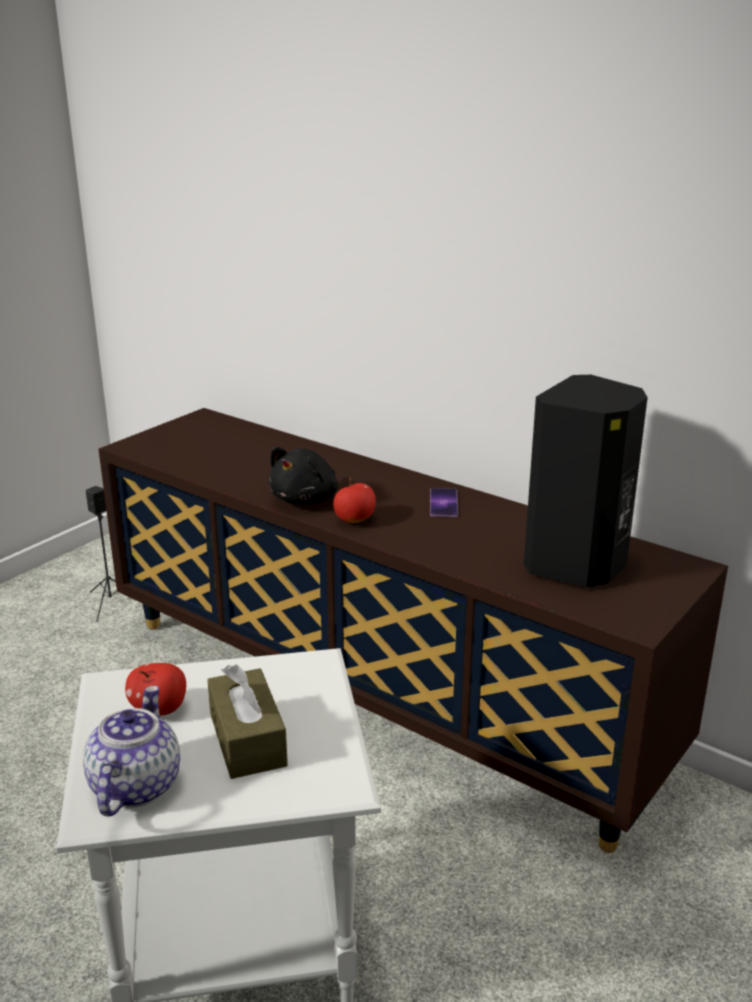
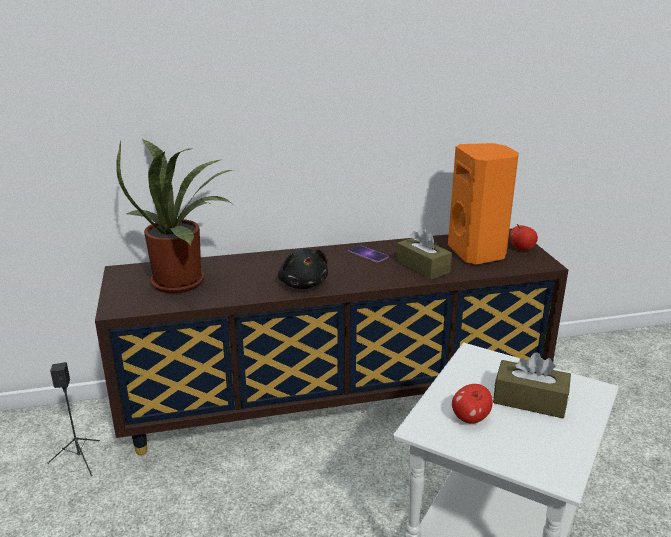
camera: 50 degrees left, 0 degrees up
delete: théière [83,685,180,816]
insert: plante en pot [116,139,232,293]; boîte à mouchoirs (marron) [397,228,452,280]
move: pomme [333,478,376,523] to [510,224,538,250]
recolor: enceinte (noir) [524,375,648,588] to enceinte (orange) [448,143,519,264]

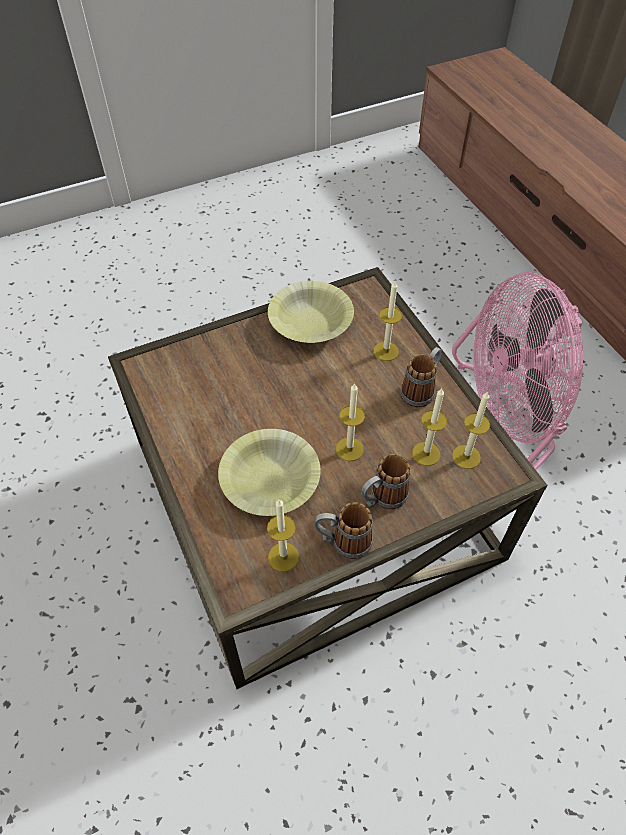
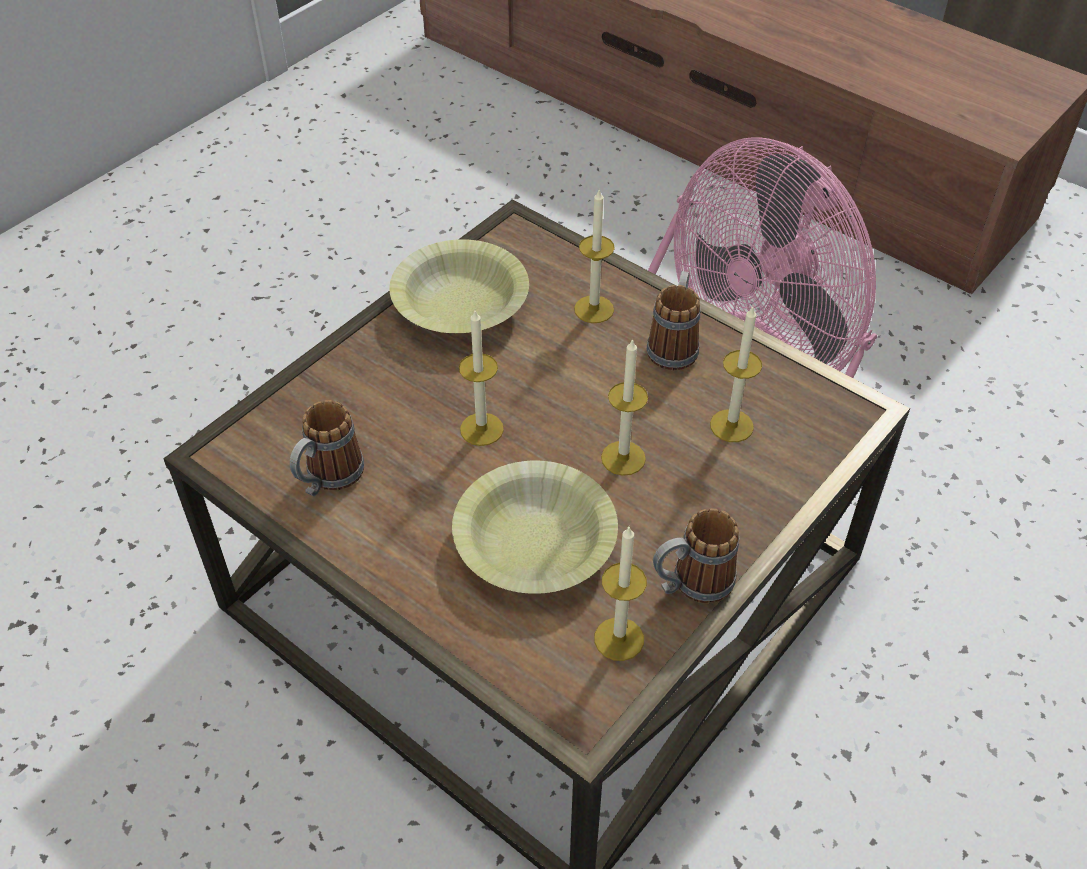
camera: 25 degrees left, 5 degrees down
move: mug [361,454,410,509] to [289,400,364,496]; bougie [452,391,490,469] to [459,310,504,446]

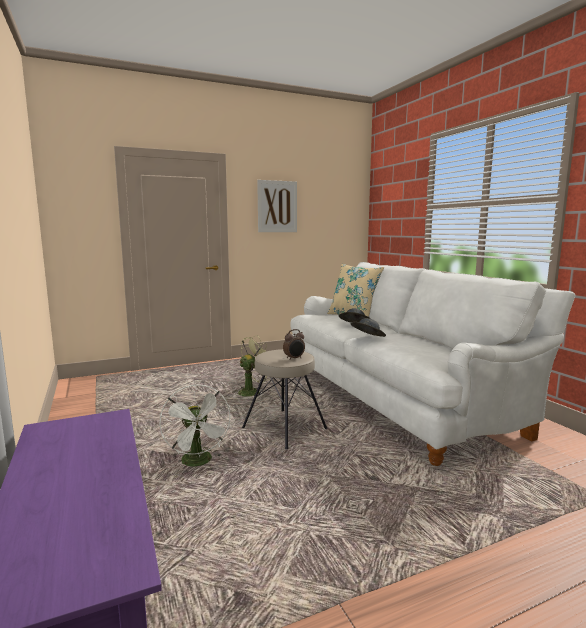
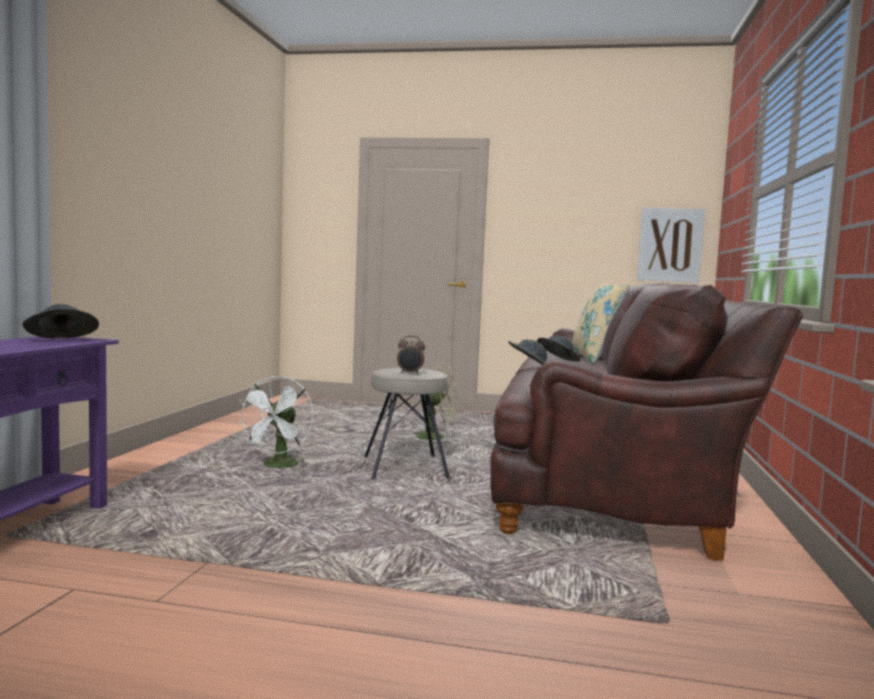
camera: 35 degrees right, 5 degrees down
insert: chapeau (gris) [22,304,99,339]
move: tableau [257,180,297,232] to [637,208,705,283]
recolor: canapé (blanc) [290,262,576,466] to canapé (marron) [490,283,803,561]

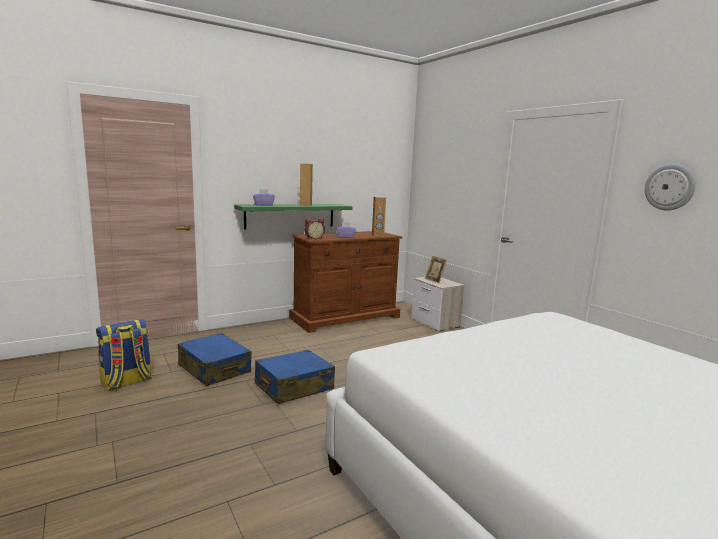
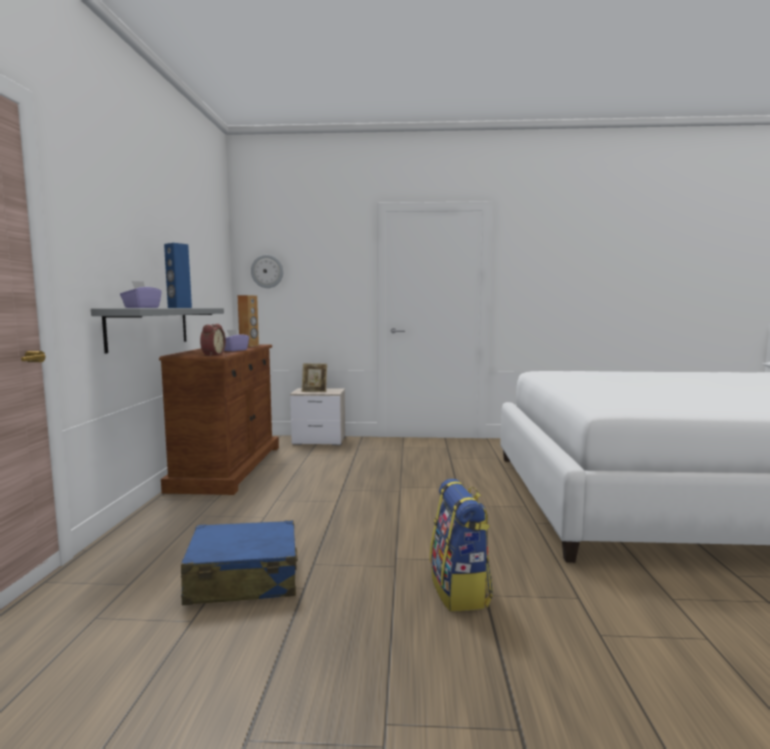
camera: 55 degrees left, 5 degrees down
delete: valise (bleu) [255,350,335,404]
move: sac à dos [96,319,152,391] to [430,479,493,612]; horloge murale [644,164,696,211] to [251,255,283,288]
recolor: étagère (vert) [234,204,353,230] to étagère (gris) [91,308,224,354]; enceinte (marron) [300,164,313,206] to enceinte (bleu) [164,243,192,308]

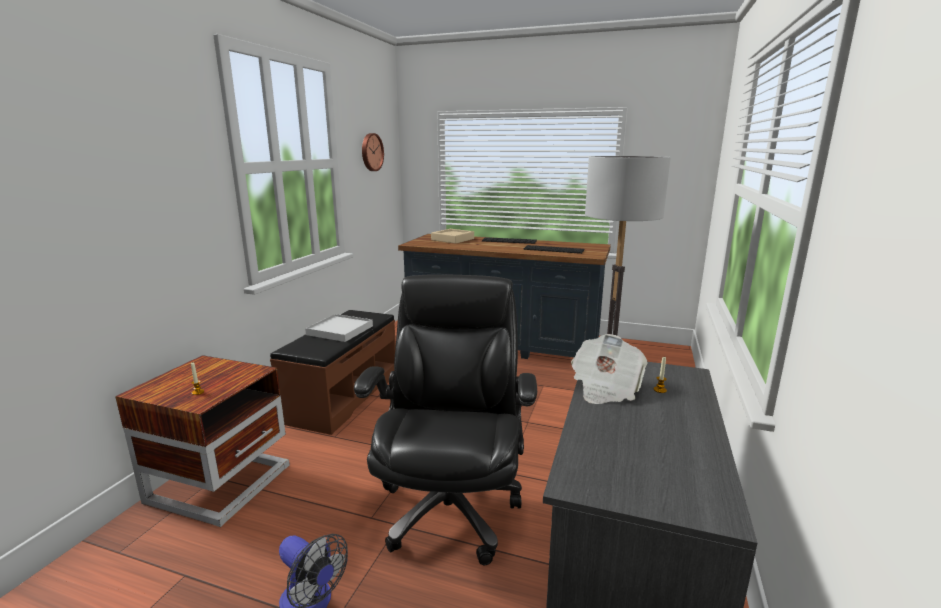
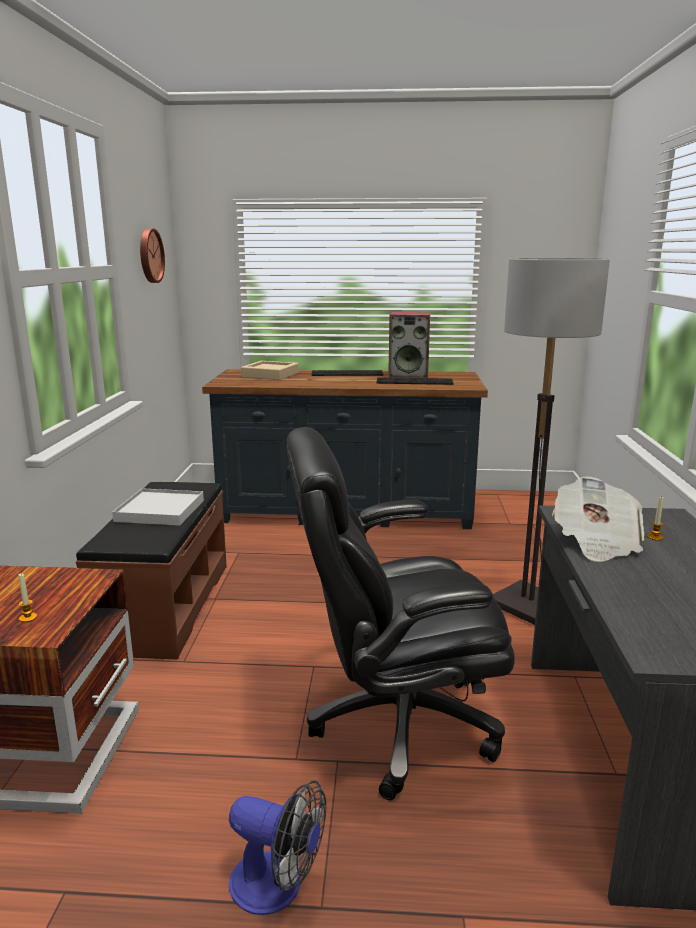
camera: 15 degrees left, 0 degrees up
insert: enceinte [388,312,430,378]
rotate: chaise de bureau (noir) [354,274,537,565] = [286,427,515,800] 90 degrees counterclockwise

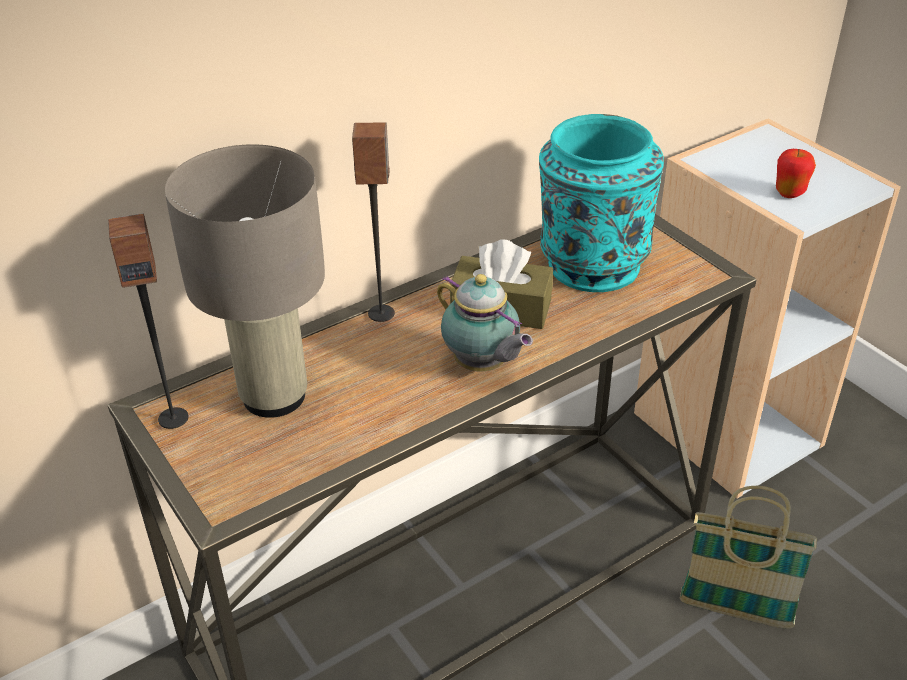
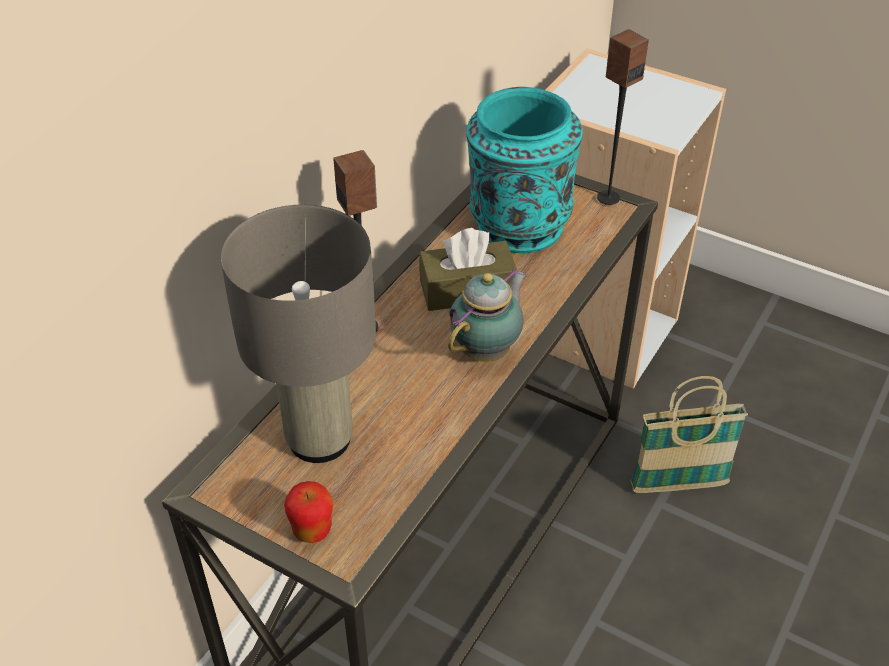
camera: 25 degrees left, 5 degrees up
move: enceinte [108,213,189,429] to [597,29,649,205]; pomme [776,149,816,198] to [284,481,333,543]
rotate: théière [437,274,533,372] = [448,269,527,362] 75 degrees counterclockwise

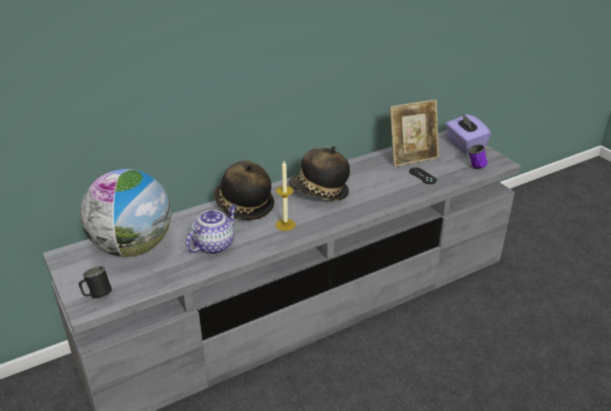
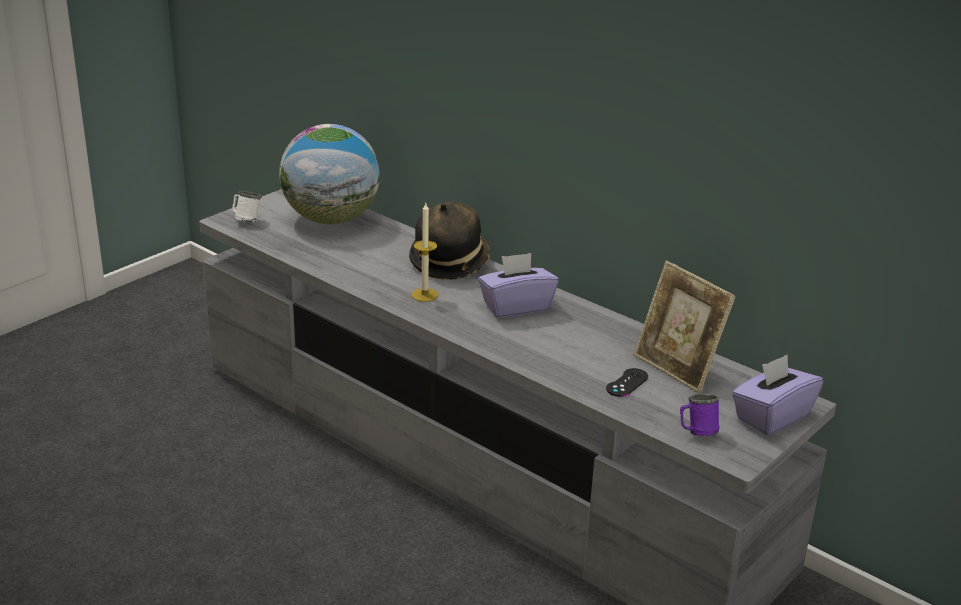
camera: 70 degrees right, 5 degrees down
delete: théière [186,204,237,255]
replace: chapeau [289,146,350,201] to boîte à mouchoirs (violet) [478,253,559,318]
recolor: mug (noir) [79,266,112,298] to mug (blanc) [232,191,262,223]

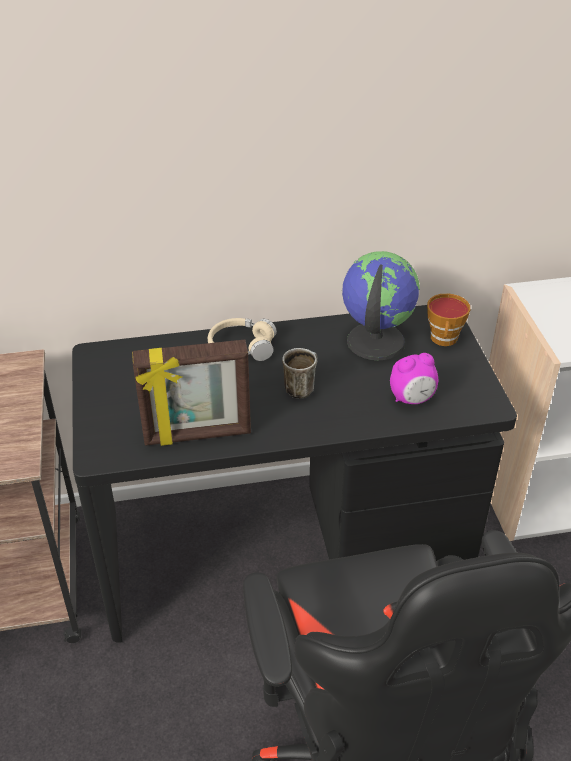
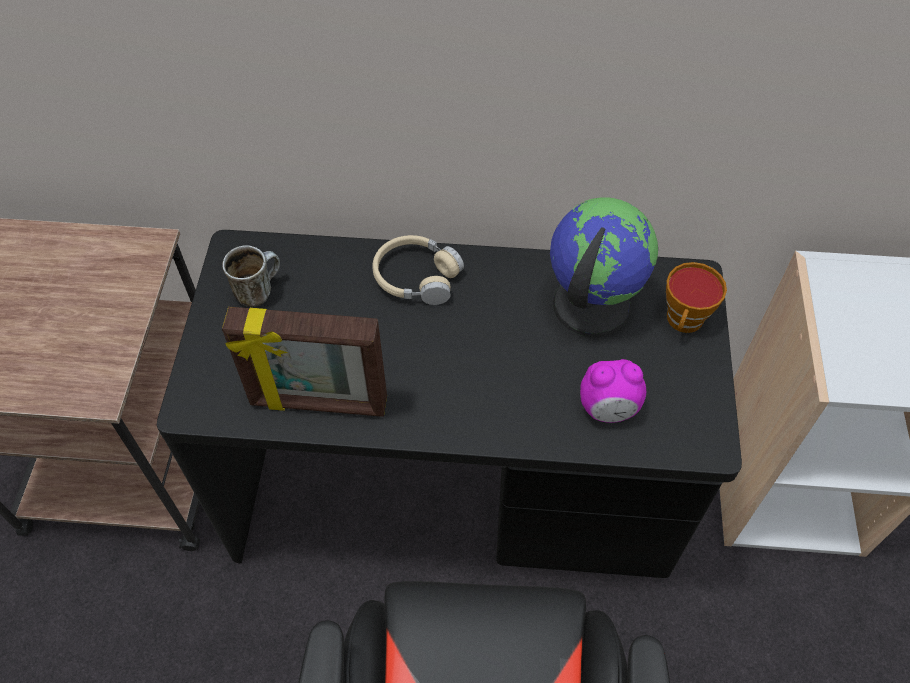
camera: 15 degrees right, 15 degrees up
move: mug [282,348,318,399] to [222,245,280,307]

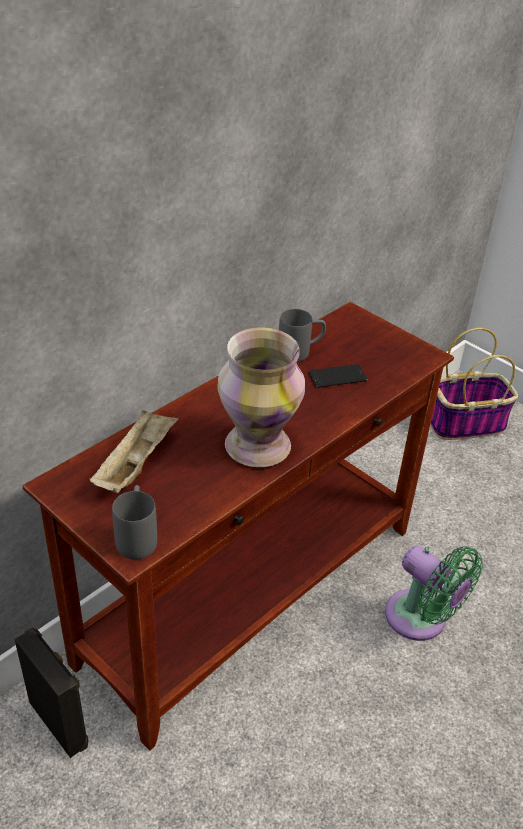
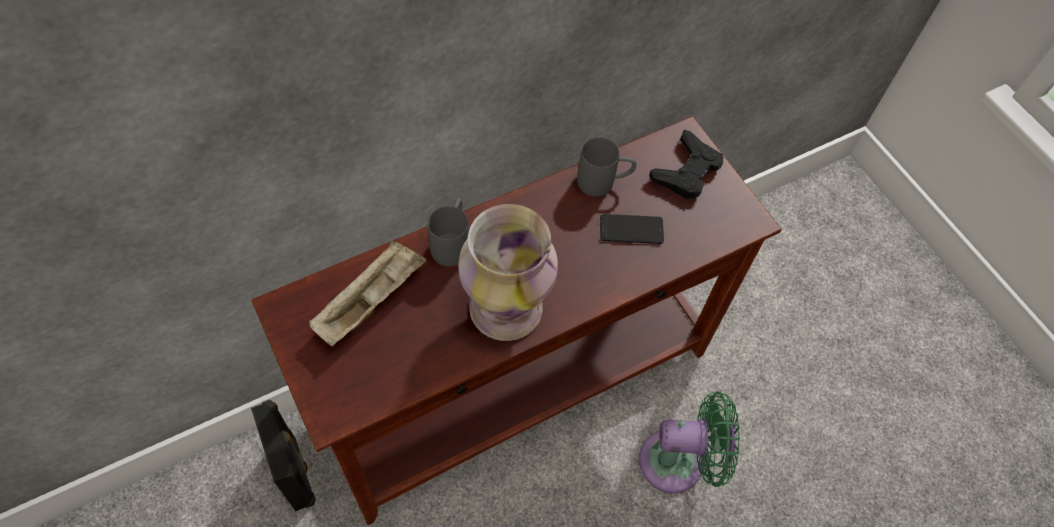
camera: 15 degrees right, 20 degrees up
delete: panier [430,328,518,440]
insert: manette (noir) [649,130,723,199]
move: mug (gris) [112,485,157,560] to [428,198,469,266]
rotate: ventilateur (vert) [385,546,483,641] = [639,392,740,494] 60 degrees counterclockwise

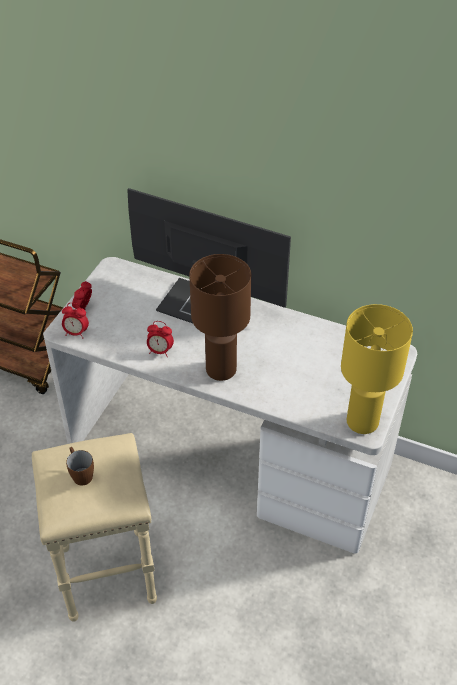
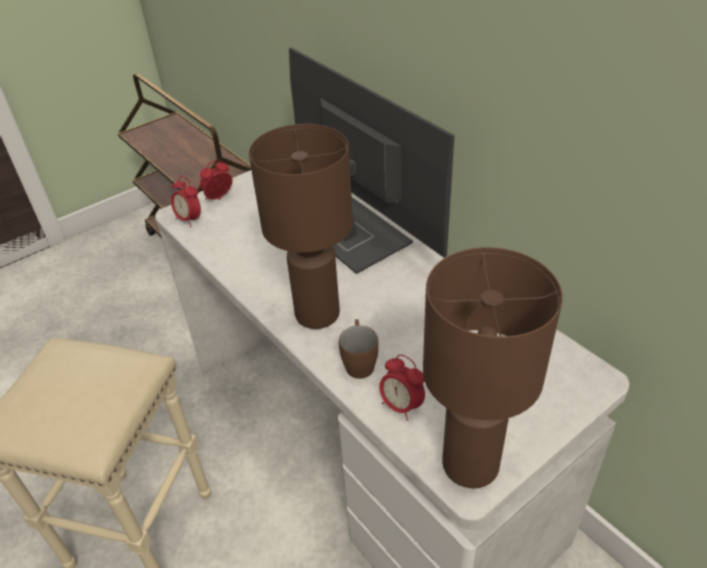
camera: 30 degrees right, 5 degrees down
move: mug (marron) [66,447,94,486] to [339,319,379,379]; réveil [147,321,174,357] to [379,354,425,421]
recolor: lampe de table (jaune) [341,304,413,434] to lampe de table (marron) [423,247,563,489]

